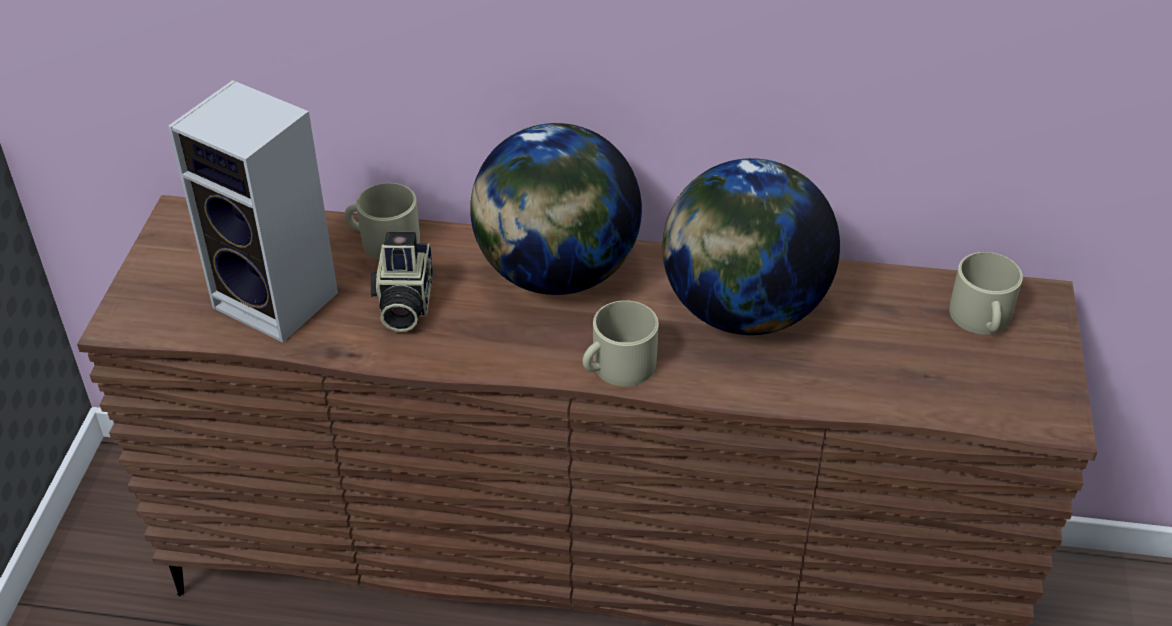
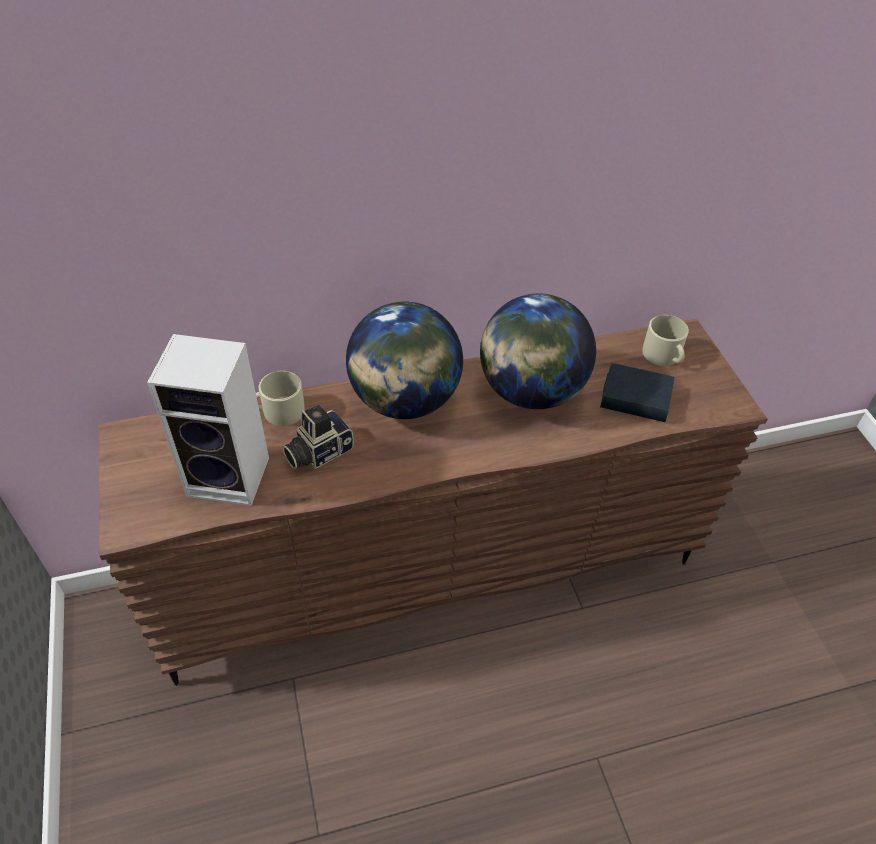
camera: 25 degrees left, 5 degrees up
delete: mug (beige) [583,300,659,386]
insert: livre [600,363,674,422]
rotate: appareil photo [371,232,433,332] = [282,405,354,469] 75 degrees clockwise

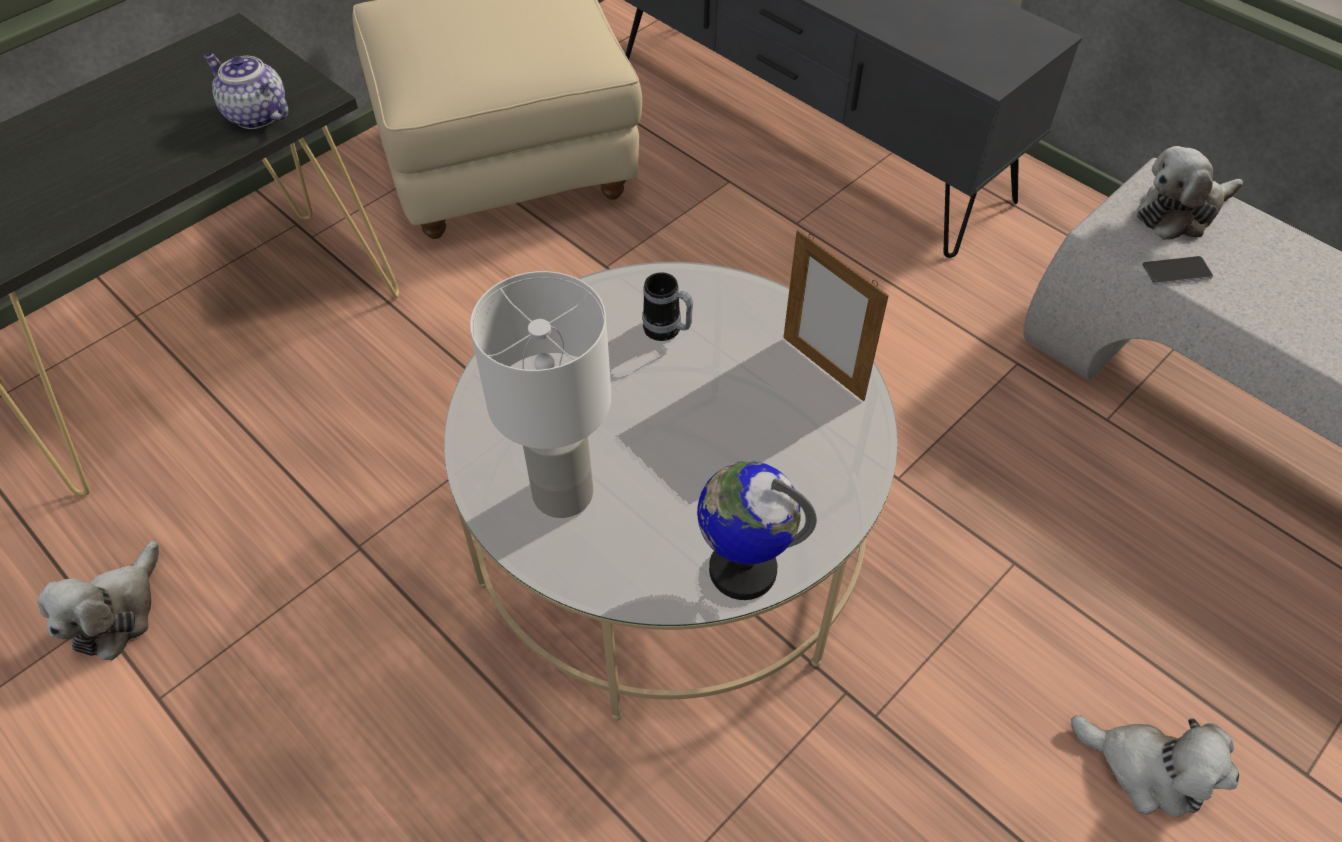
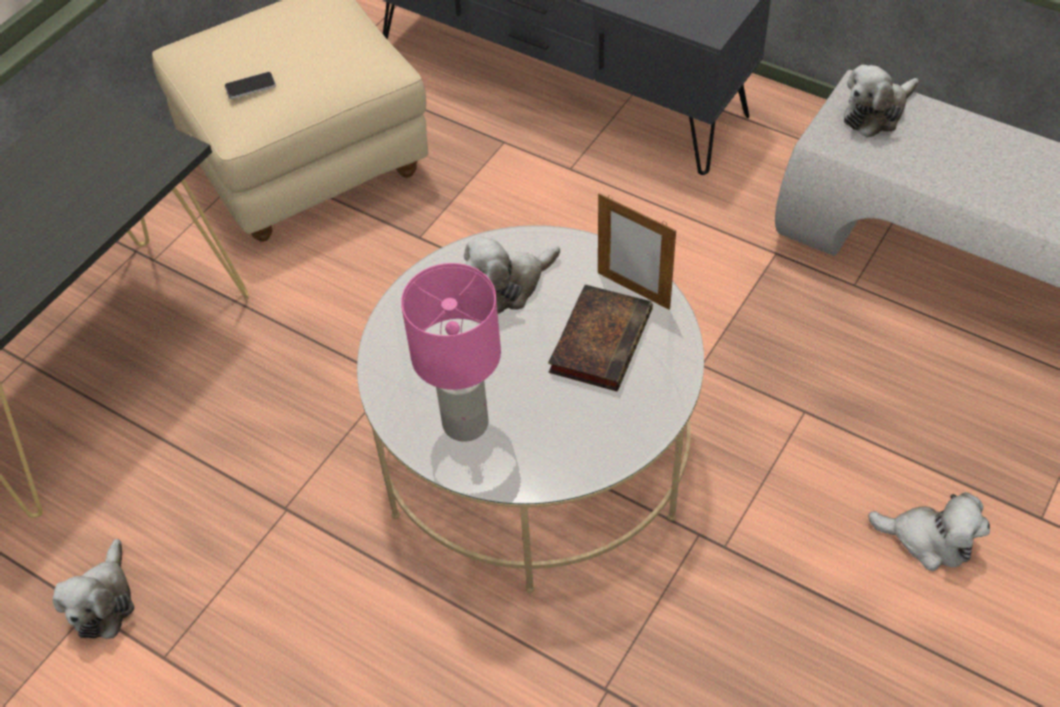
camera: 10 degrees left, 0 degrees up
delete: théière [204,53,289,129]; globe [697,461,817,600]
insert: livre [548,285,653,391]
move: téléphone [1142,256,1213,285] to [225,72,276,99]
replace: mug [642,272,693,341] to peluche [464,236,560,314]
recolor: lampe de table (blanc) [470,271,611,518] to lampe de table (rose) [401,263,501,442]

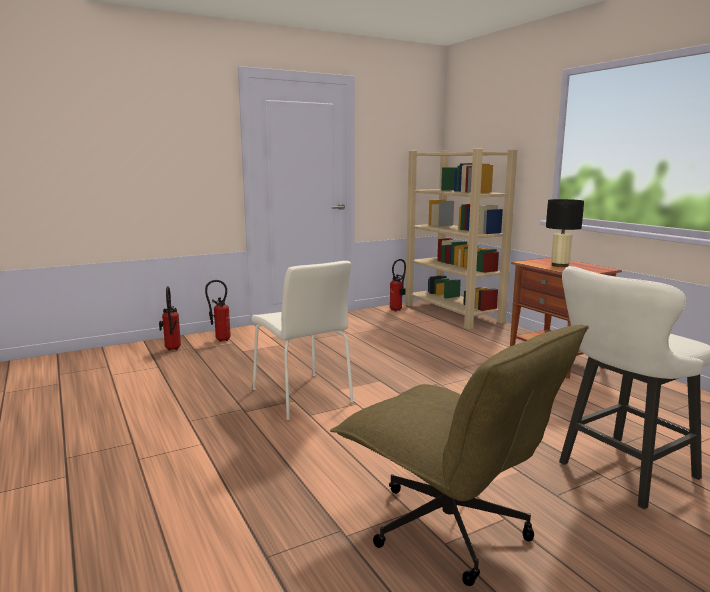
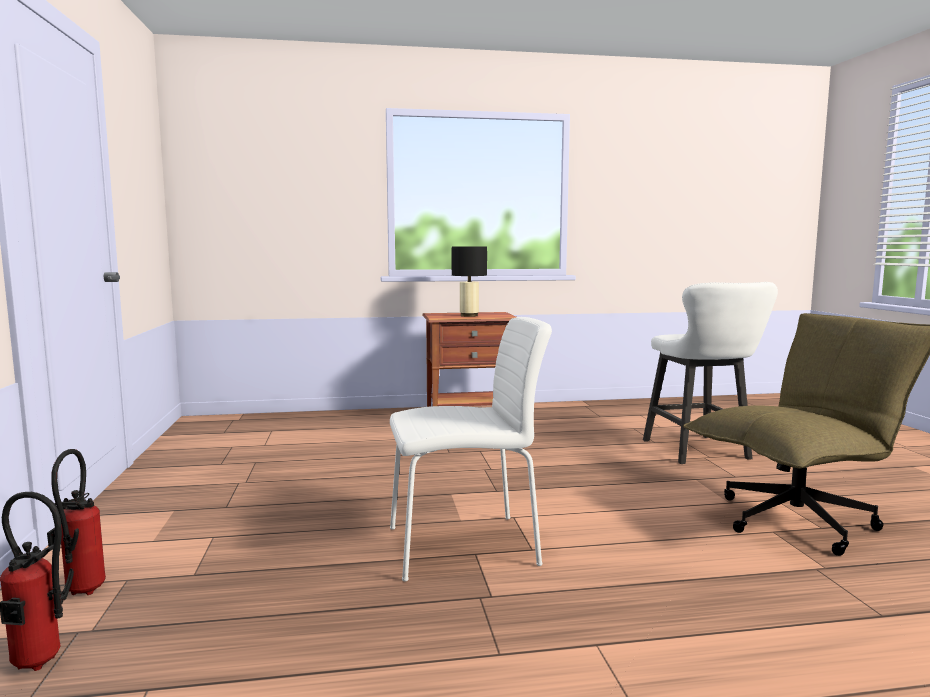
camera: 70 degrees left, 5 degrees down
delete: extincteur [390,259,406,311]; bibliothèque (beige) [405,148,517,330]

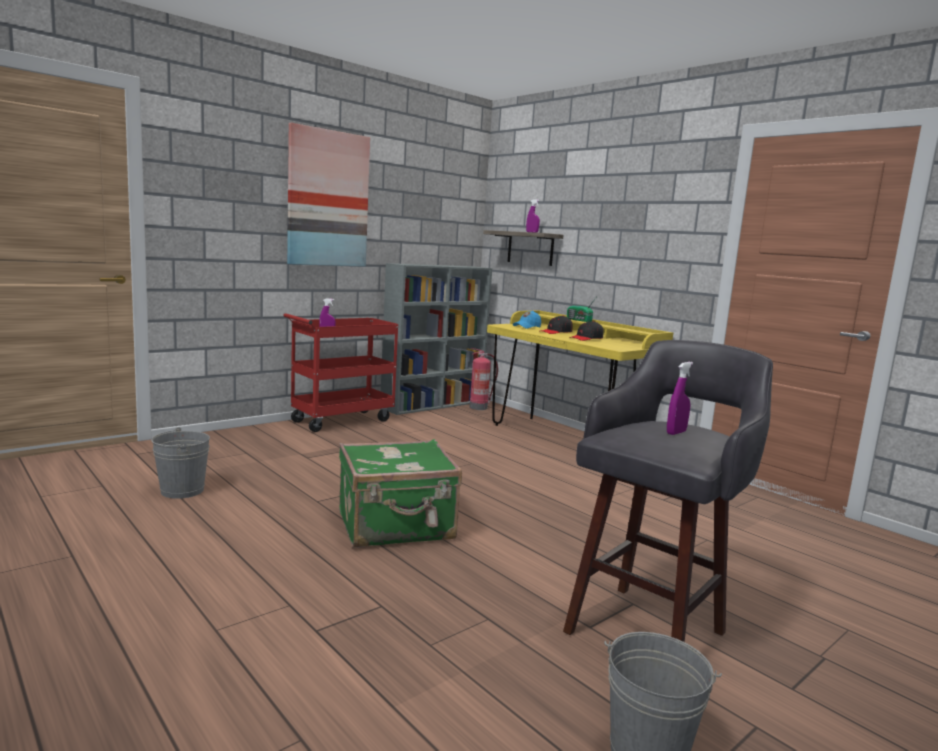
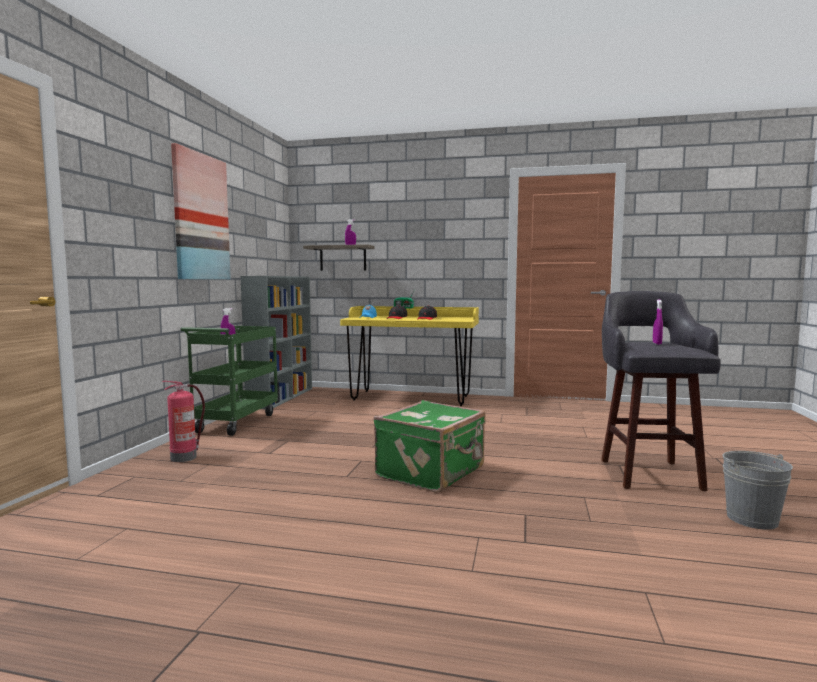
camera: 35 degrees left, 5 degrees down
delete: seau (gris) [151,427,210,499]
move: extincteur [470,348,498,410] to [162,381,205,462]
recolor: chariot (rouge) [283,313,398,432] to chariot (vert) [180,326,278,436]

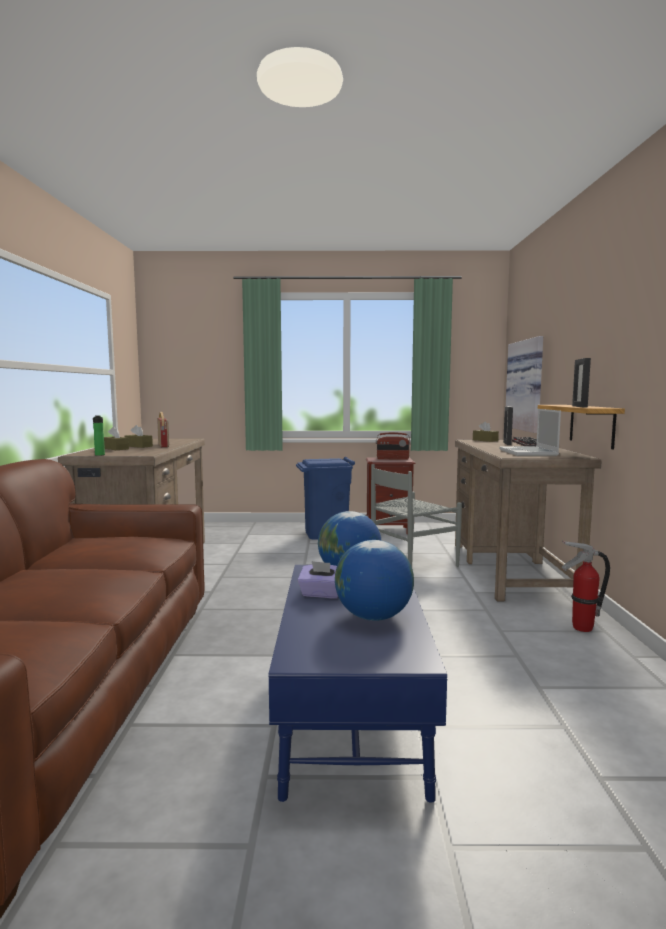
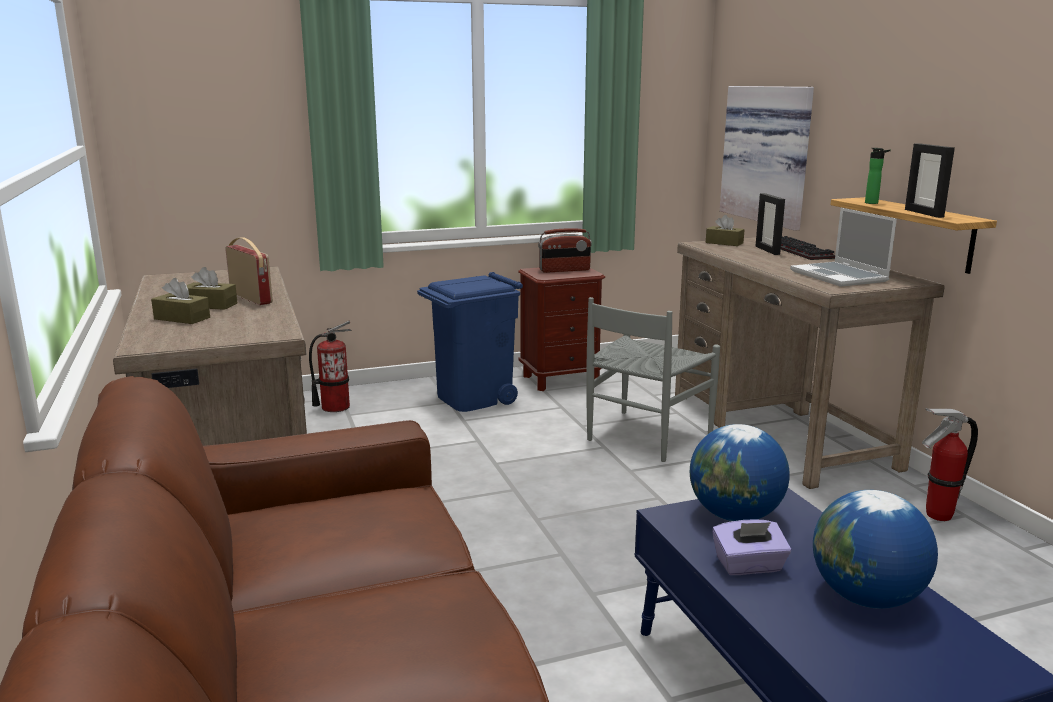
camera: 20 degrees left, 10 degrees up
insert: extincteur [309,321,352,412]
move: bouteille [93,415,105,456] to [865,148,891,204]

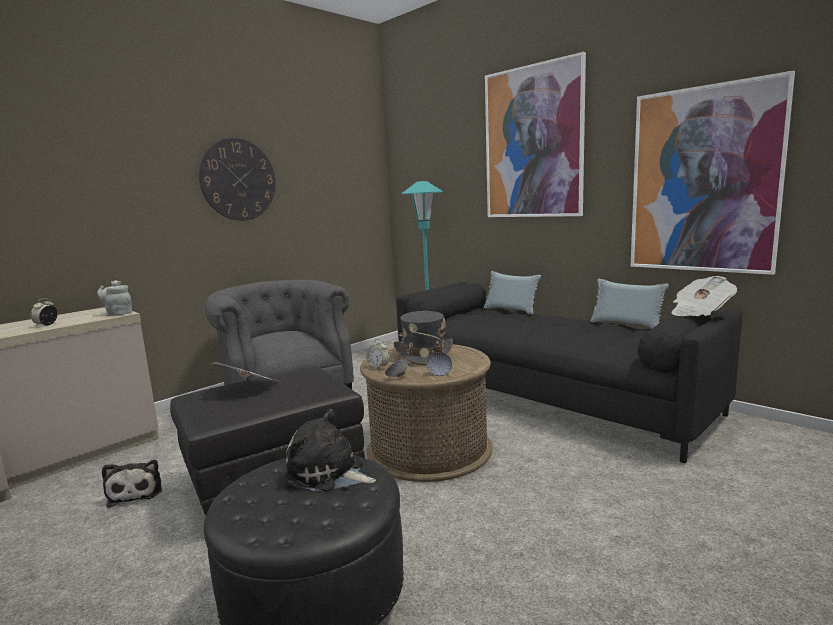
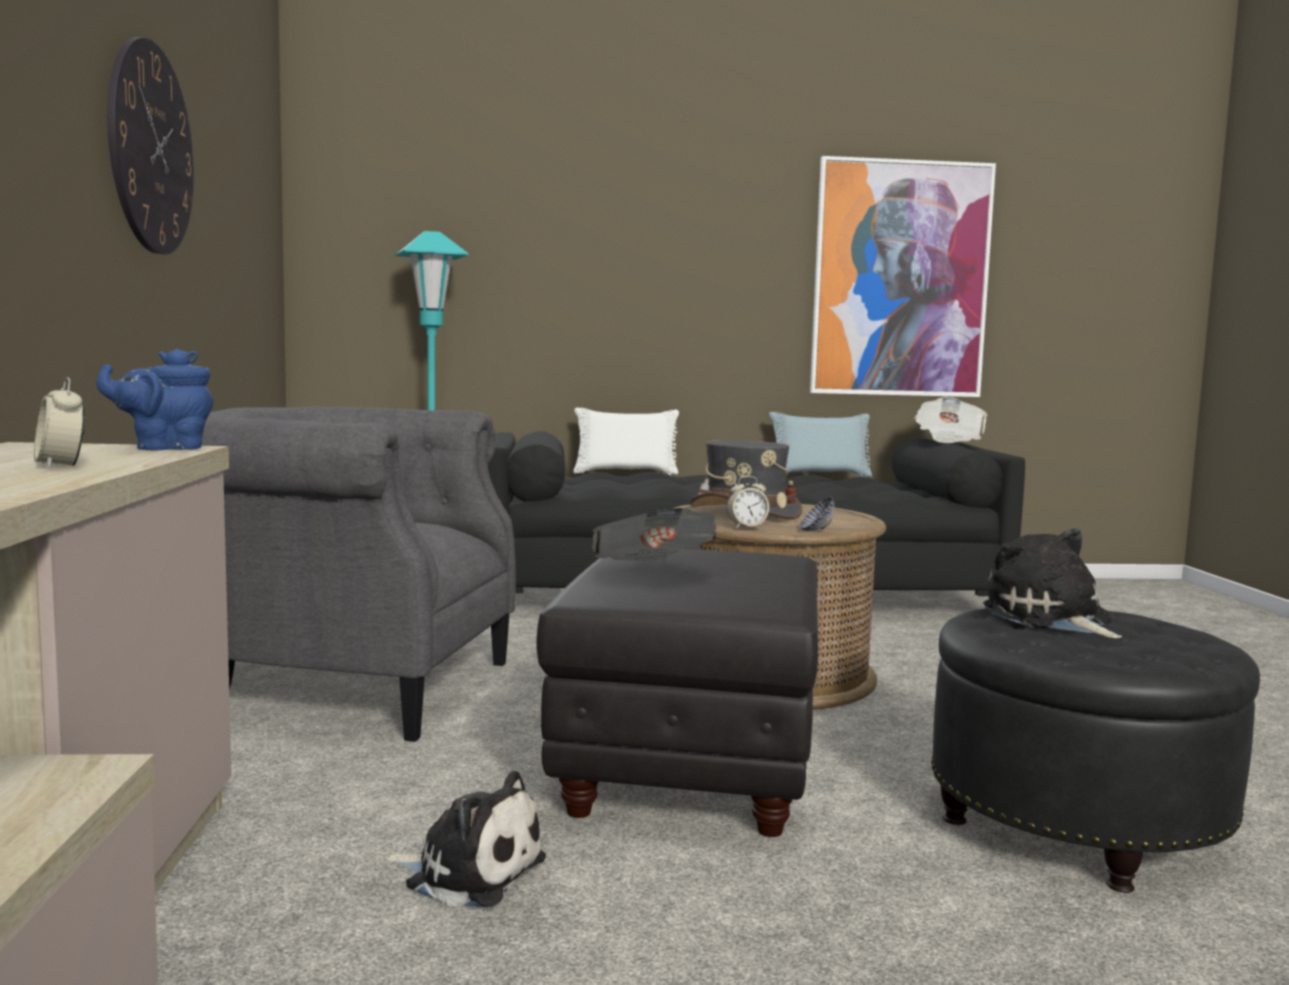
camera: 50 degrees left, 5 degrees down
delete: bol [426,352,452,376]; tableau [485,52,586,217]
recolor: théière (gris) [97,280,132,316] to théière (bleu) [96,349,213,450]; coussin (bleu) [484,271,541,315] to coussin (blanc) [573,407,679,476]
rotate: peluche [285,409,376,492] = [983,528,1122,639] 90 degrees clockwise

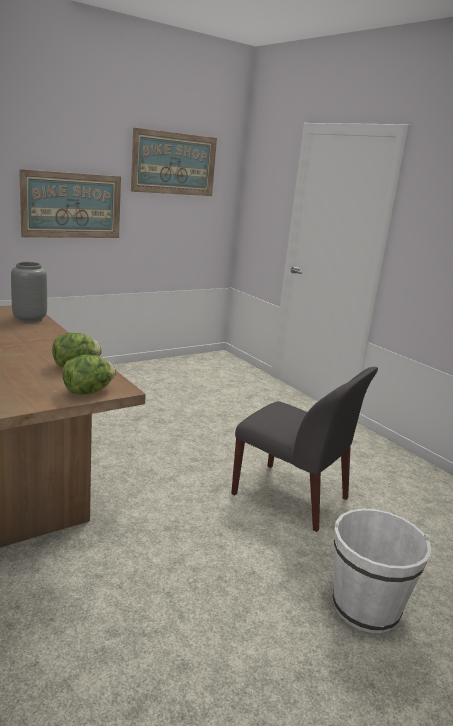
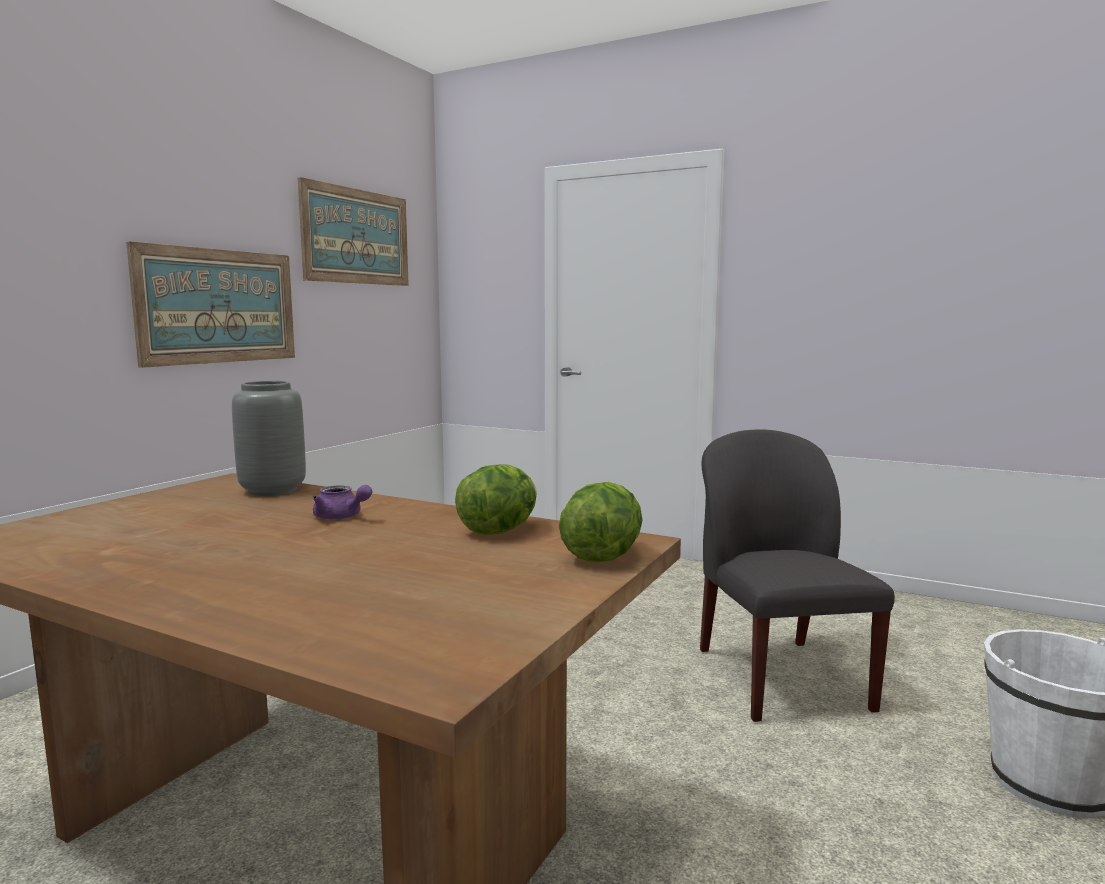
camera: 25 degrees left, 10 degrees down
insert: théière (violet) [313,485,372,520]
rotate: chaise (gris) [231,367,378,532] = [700,430,895,722] 105 degrees counterclockwise

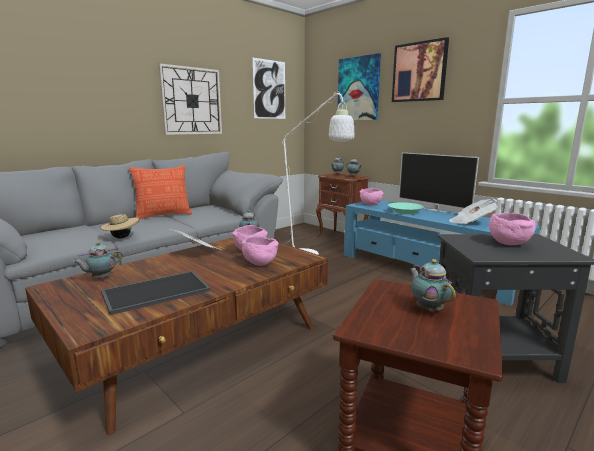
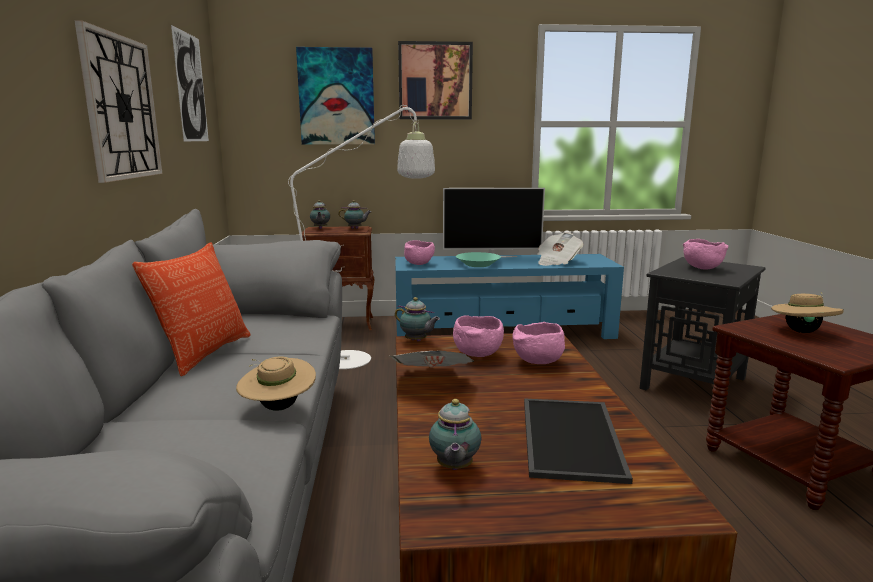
camera: 50 degrees left, 0 degrees up
replace: théière [410,259,456,312] to chapeau (beige) [771,292,844,333]

